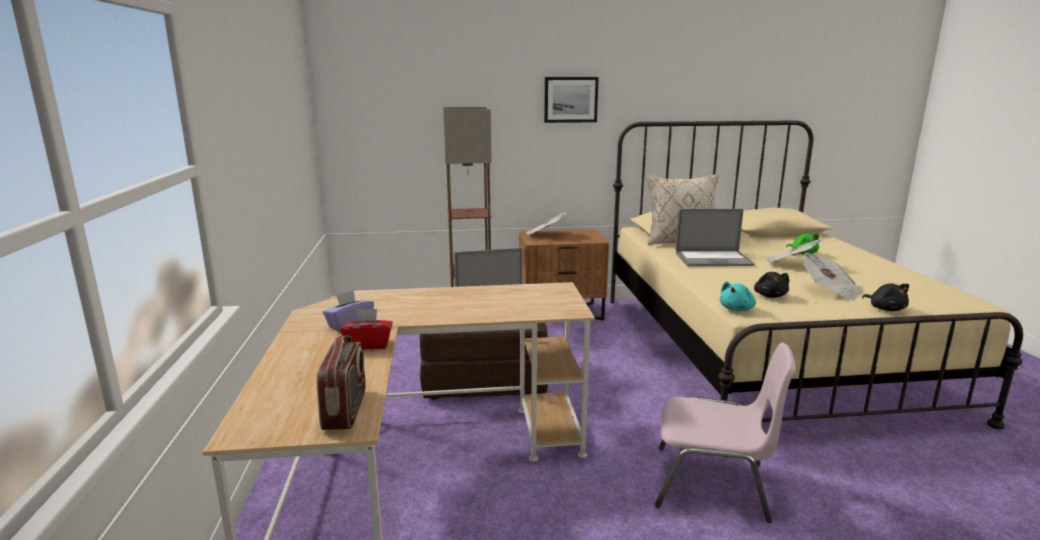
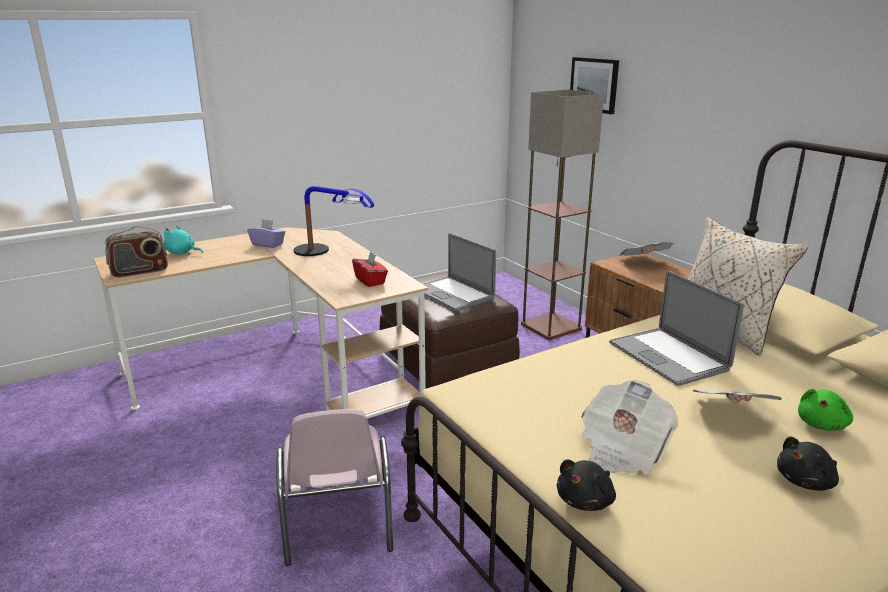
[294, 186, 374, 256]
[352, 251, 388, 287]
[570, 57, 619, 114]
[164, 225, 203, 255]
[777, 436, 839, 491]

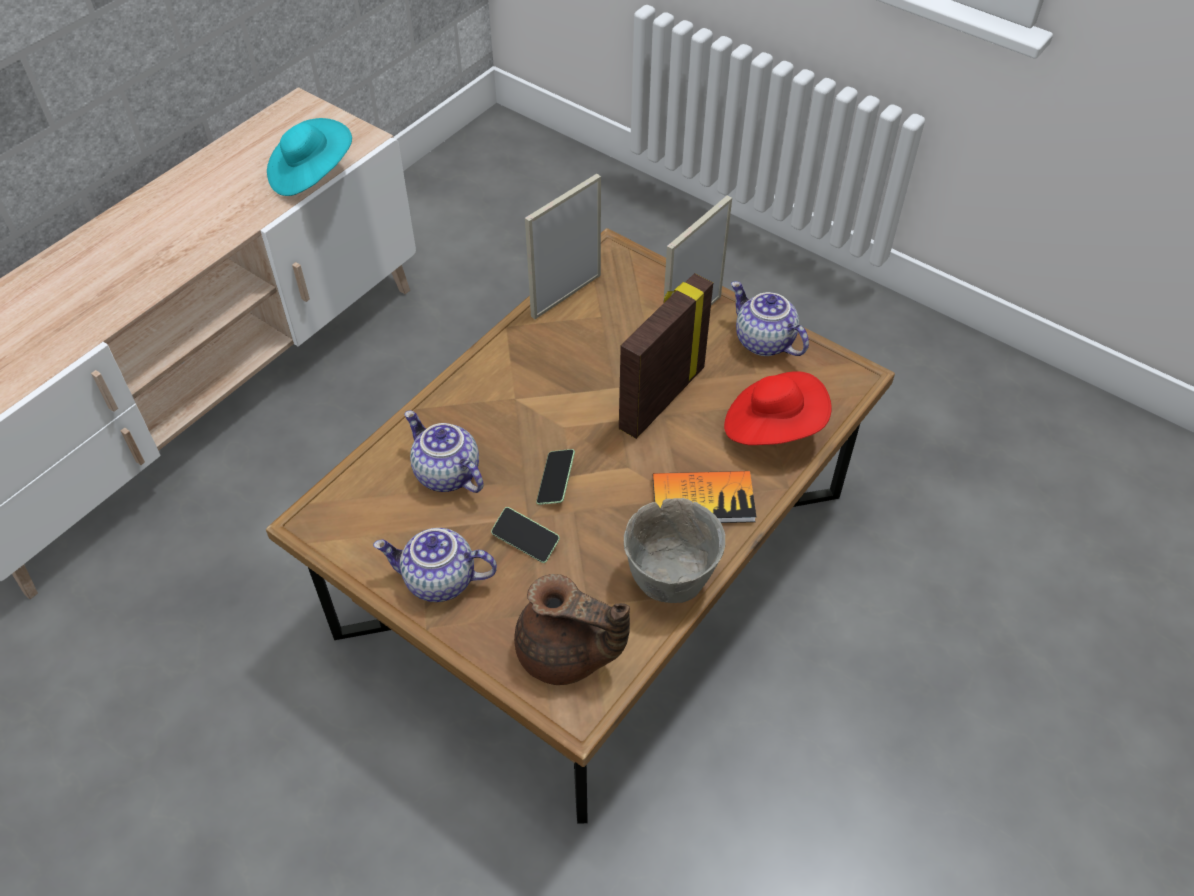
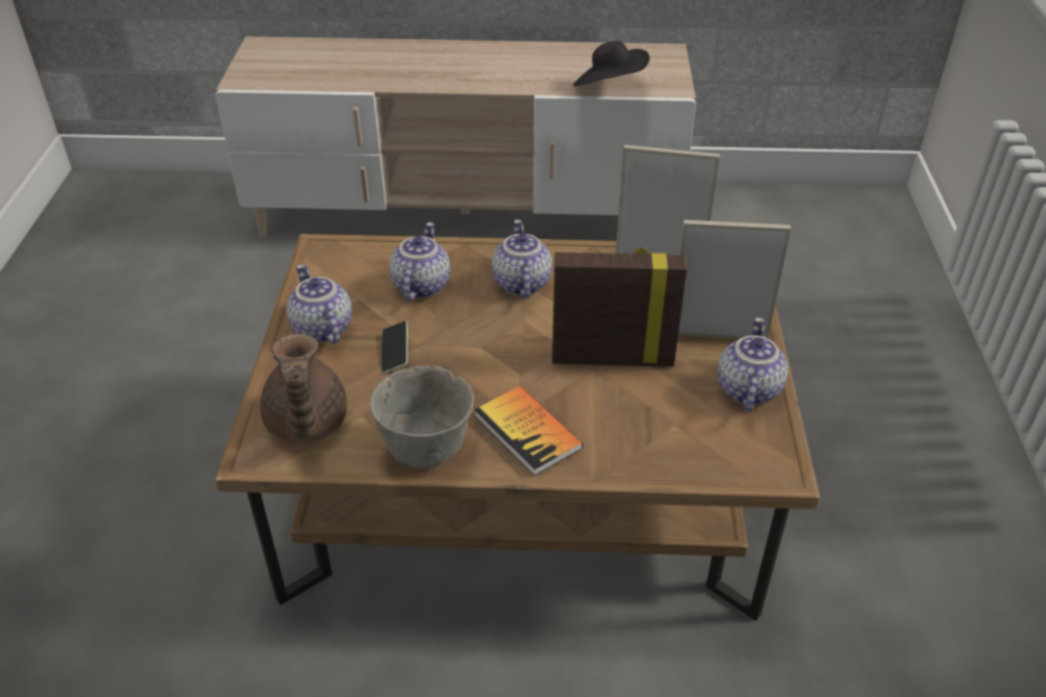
[536, 449, 575, 505] (first image)
[724, 371, 832, 445] (first image)
[492, 220, 552, 299]
[573, 41, 650, 86]

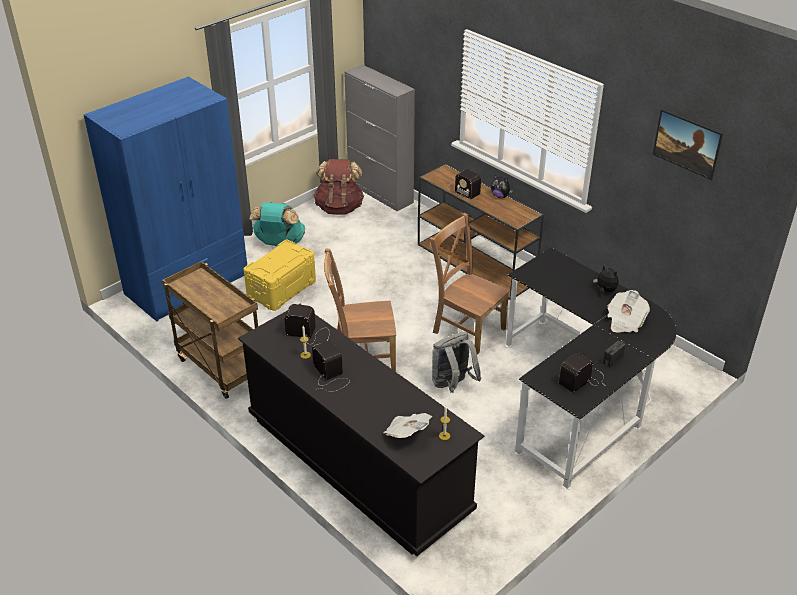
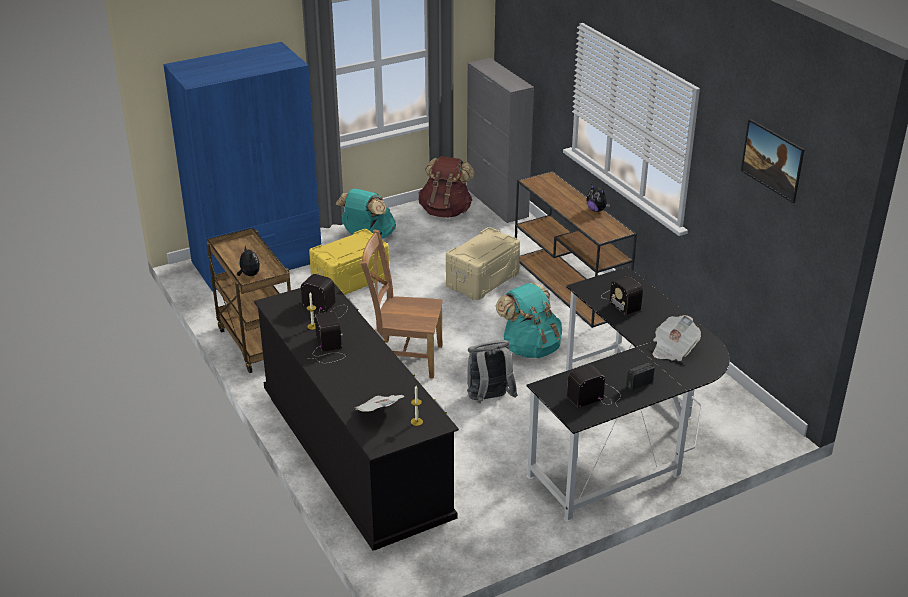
[446, 227, 520, 300]
[601, 276, 643, 315]
[237, 245, 260, 276]
[496, 283, 562, 358]

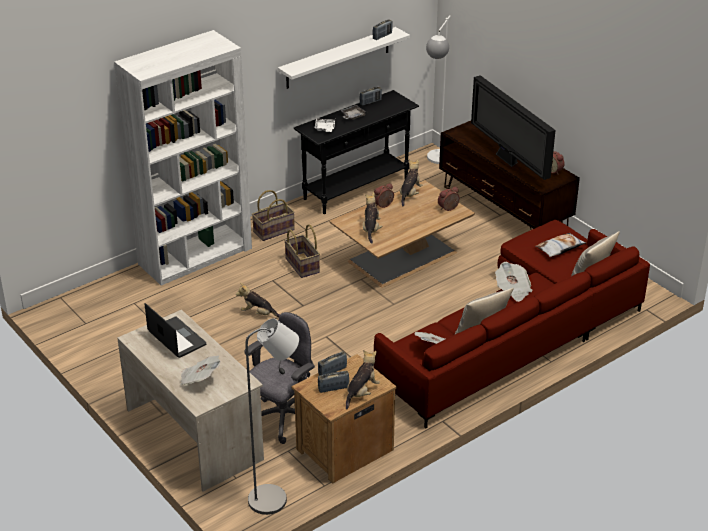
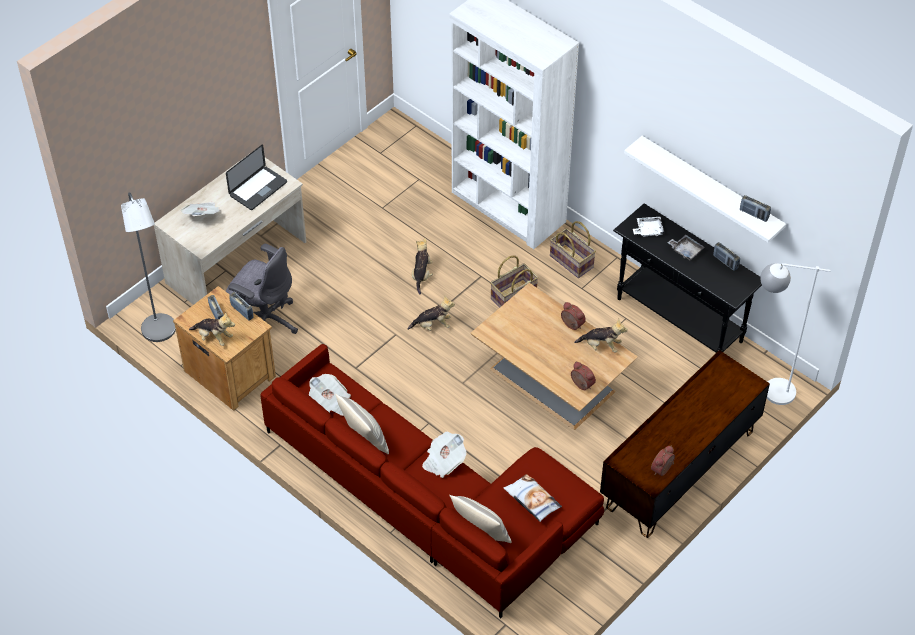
[471, 75, 556, 180] (first image)
[408, 296, 455, 331]

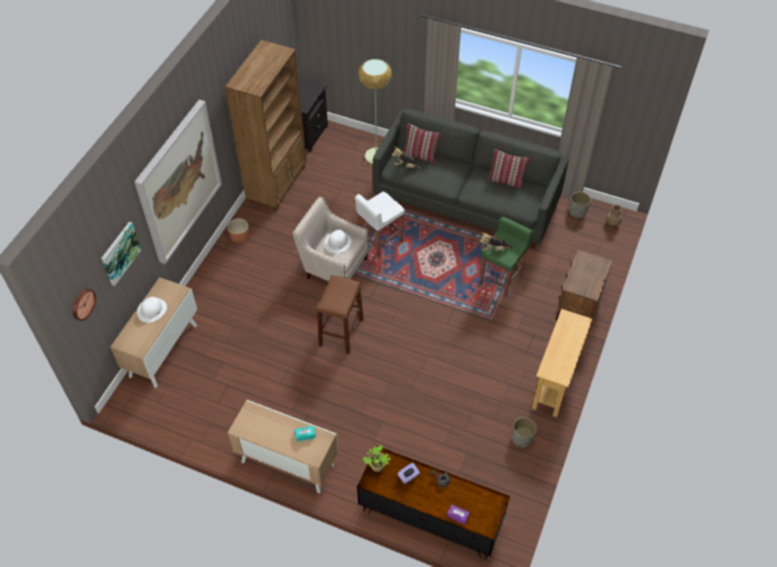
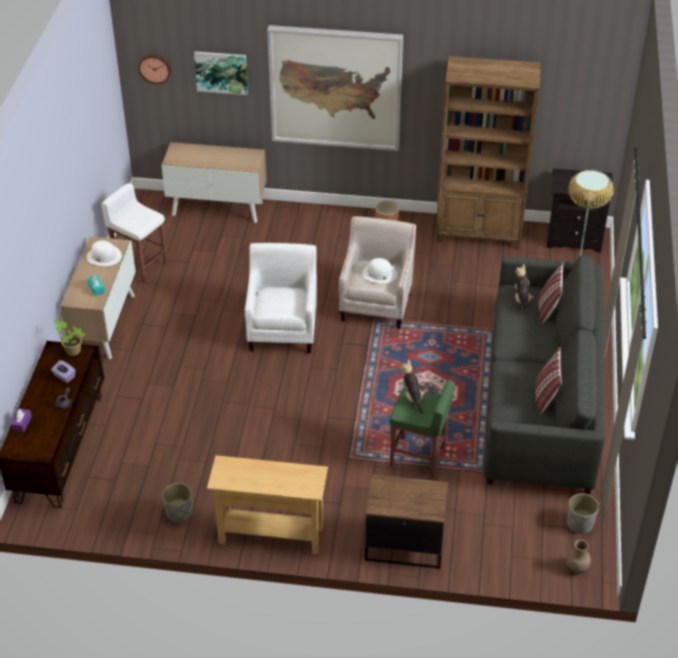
[86, 241, 122, 266]
[101, 183, 167, 283]
[245, 243, 317, 354]

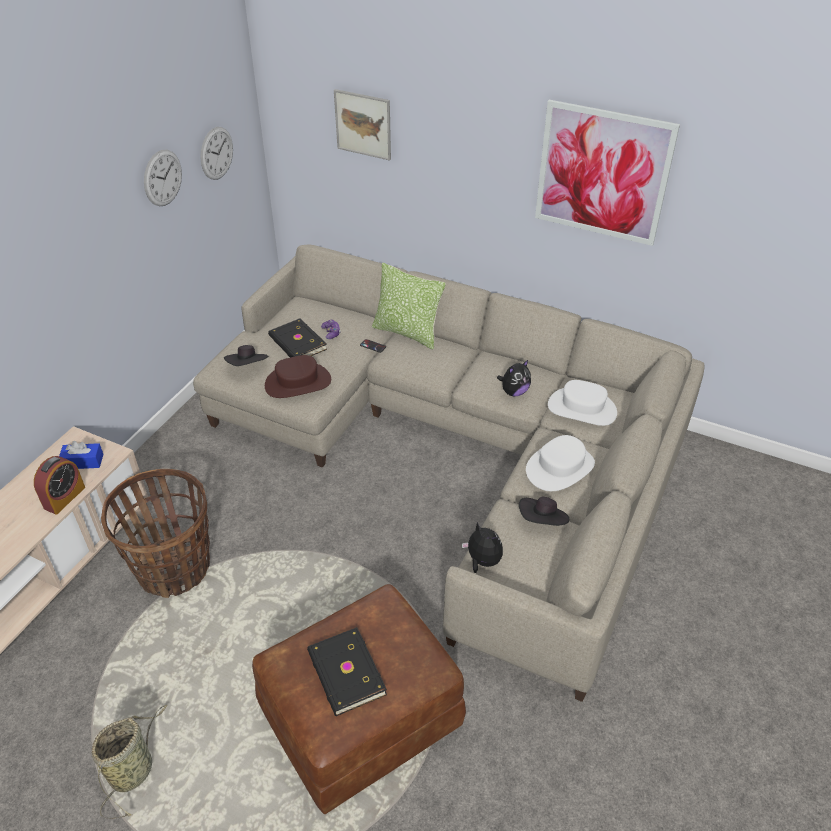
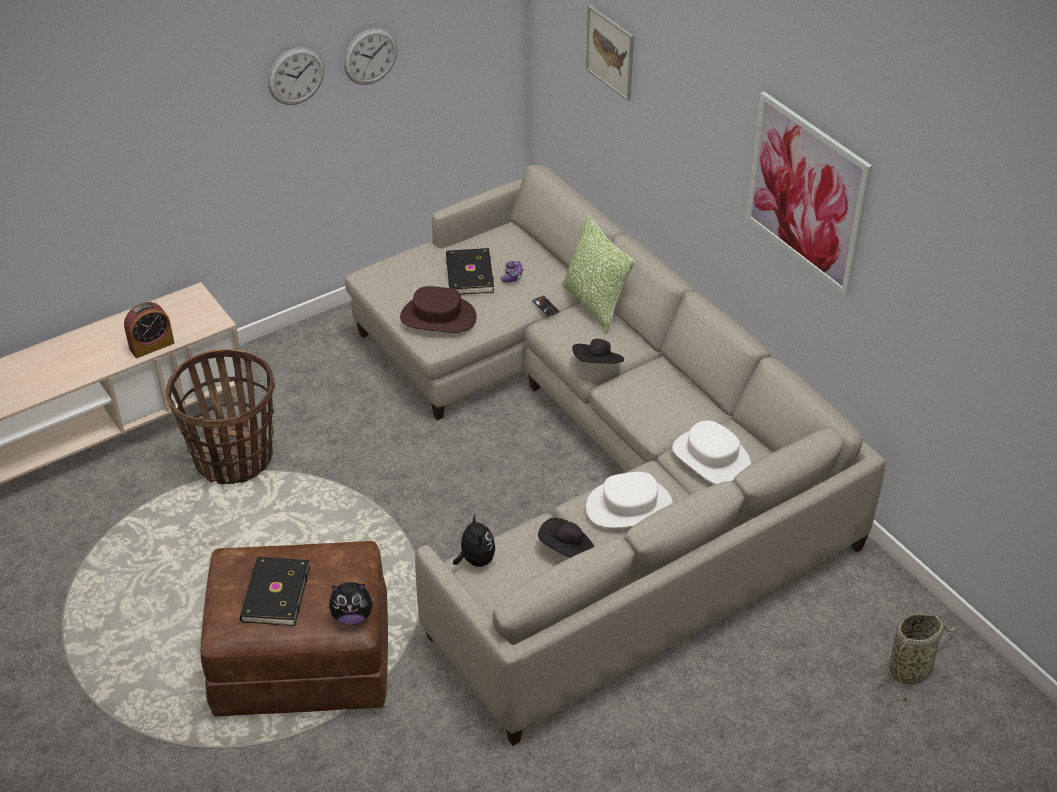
[59, 441, 103, 469] (first image)
[877, 613, 956, 702]
[268, 47, 324, 105]
[572, 339, 624, 364]
[329, 582, 376, 625]

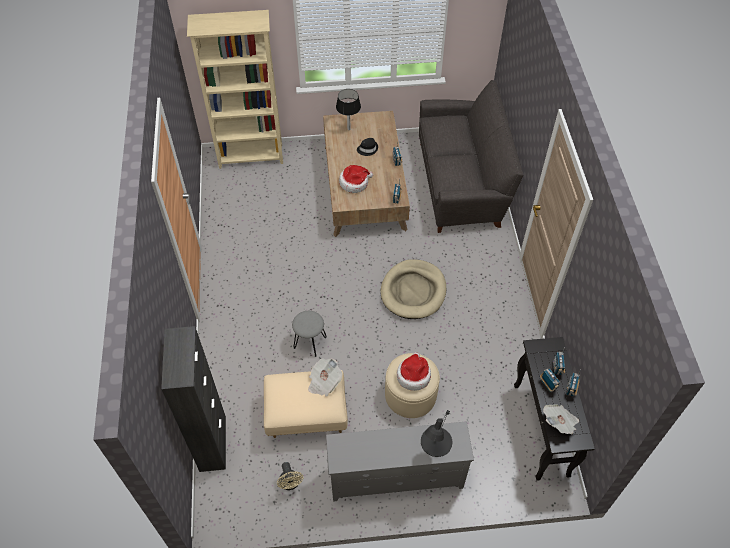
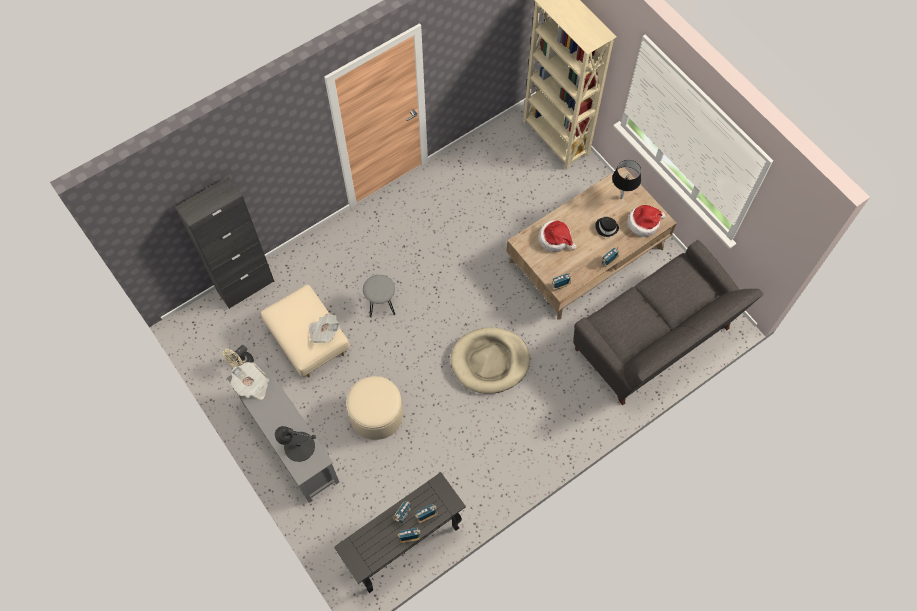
[627, 205, 666, 237]
[231, 362, 269, 400]

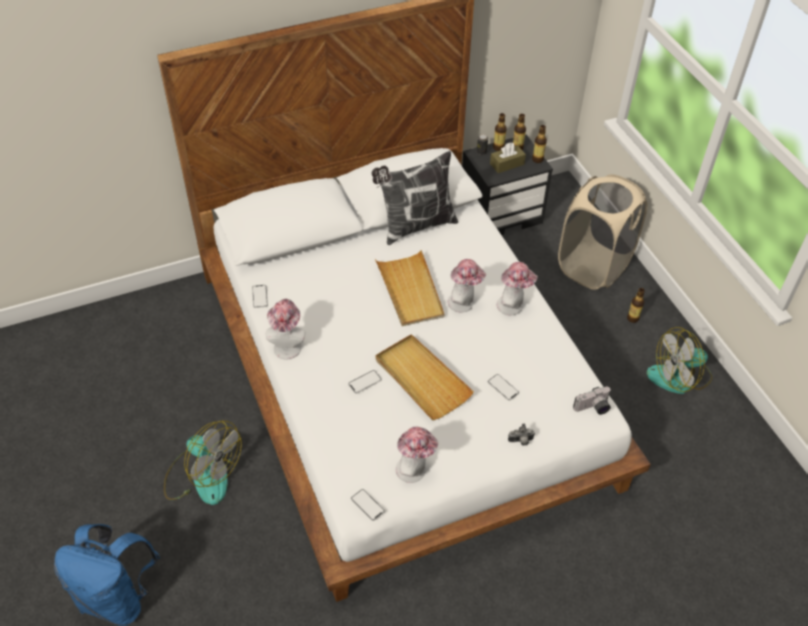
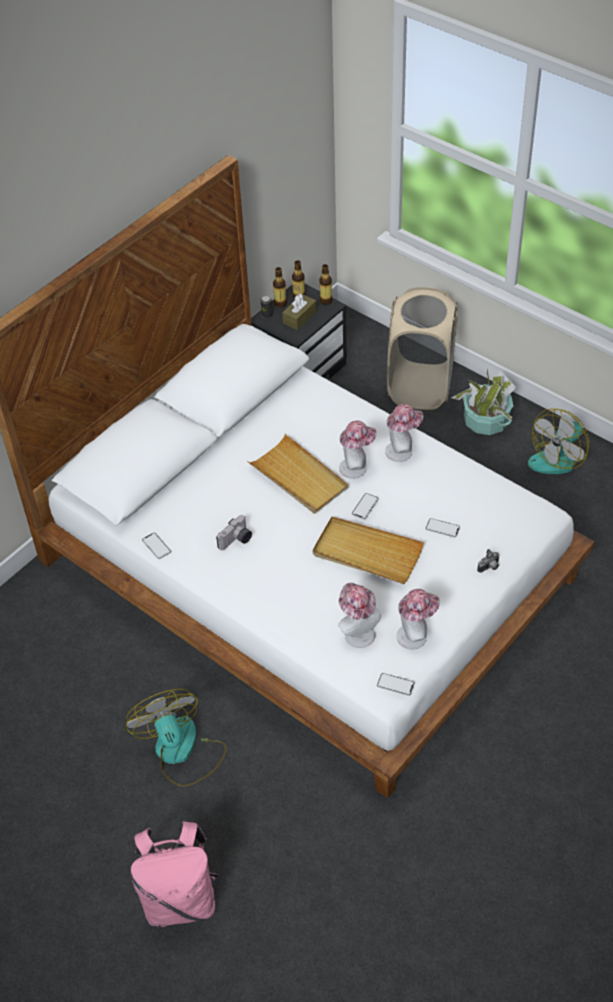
[372, 151, 458, 245] (first image)
[338, 583, 381, 648]
[352, 493, 379, 519]
[216, 515, 252, 550]
[451, 370, 516, 435]
[131, 821, 218, 927]
[125, 689, 227, 787]

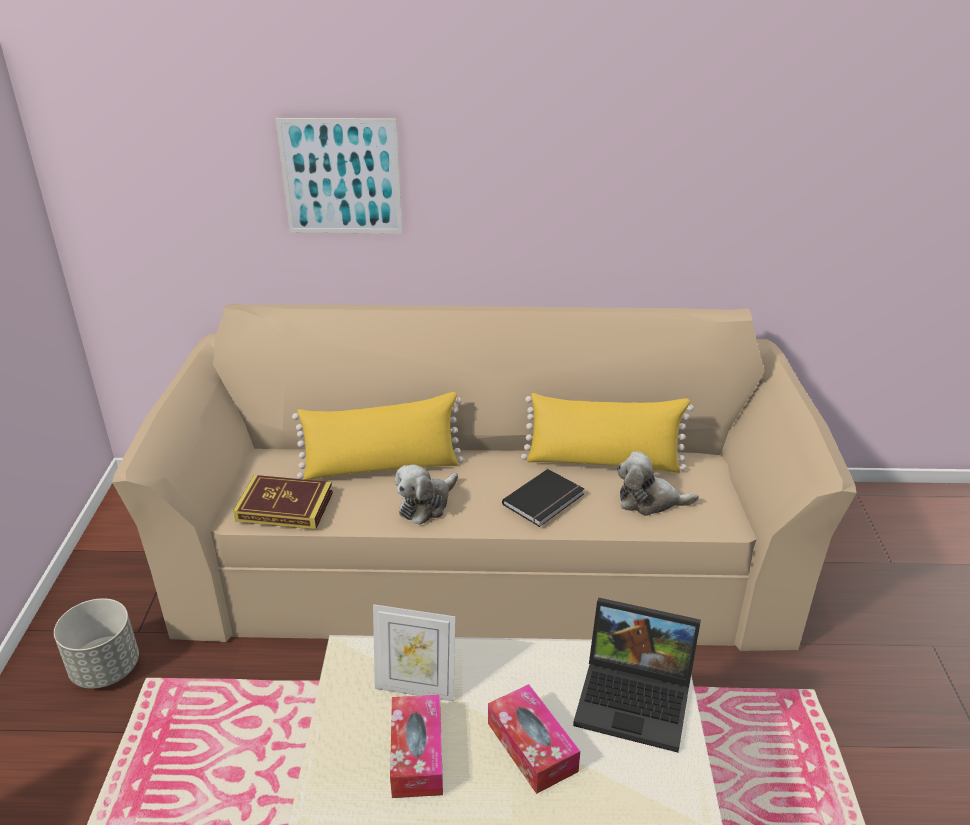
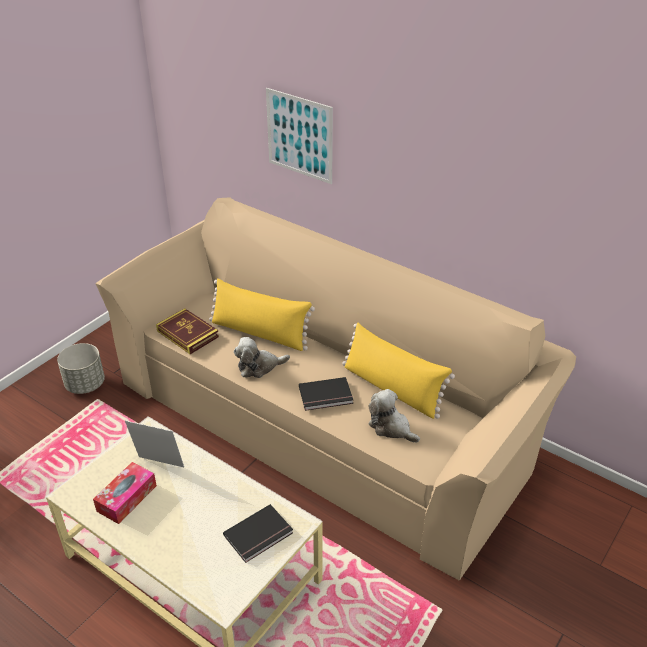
[488, 684, 580, 794] (first image)
[223, 504, 293, 563]
[125, 421, 184, 467]

